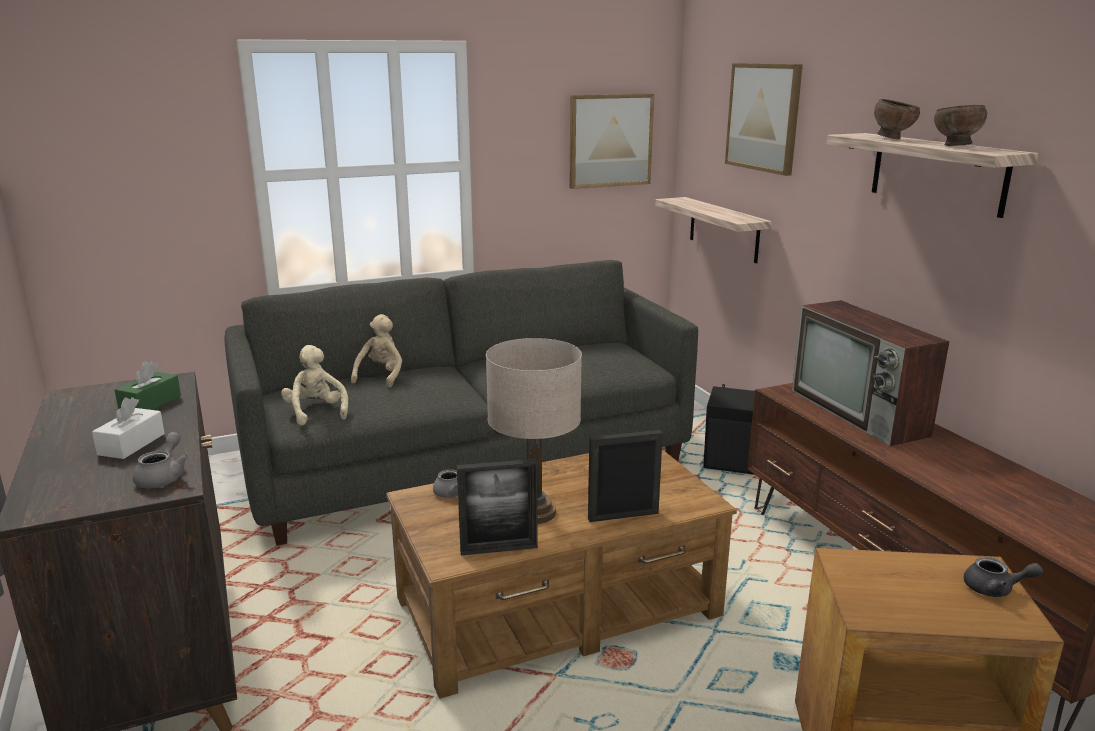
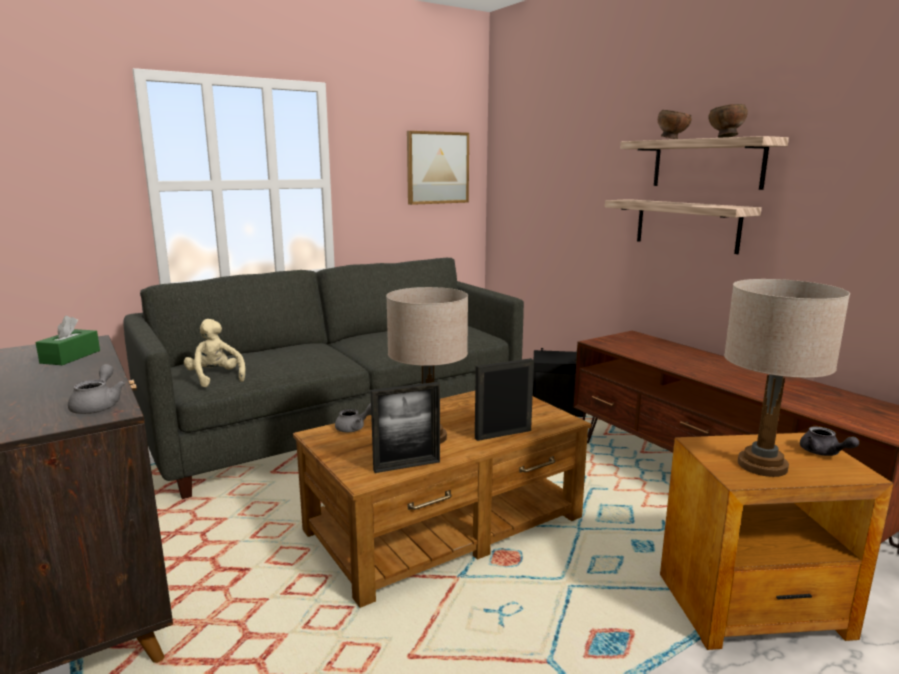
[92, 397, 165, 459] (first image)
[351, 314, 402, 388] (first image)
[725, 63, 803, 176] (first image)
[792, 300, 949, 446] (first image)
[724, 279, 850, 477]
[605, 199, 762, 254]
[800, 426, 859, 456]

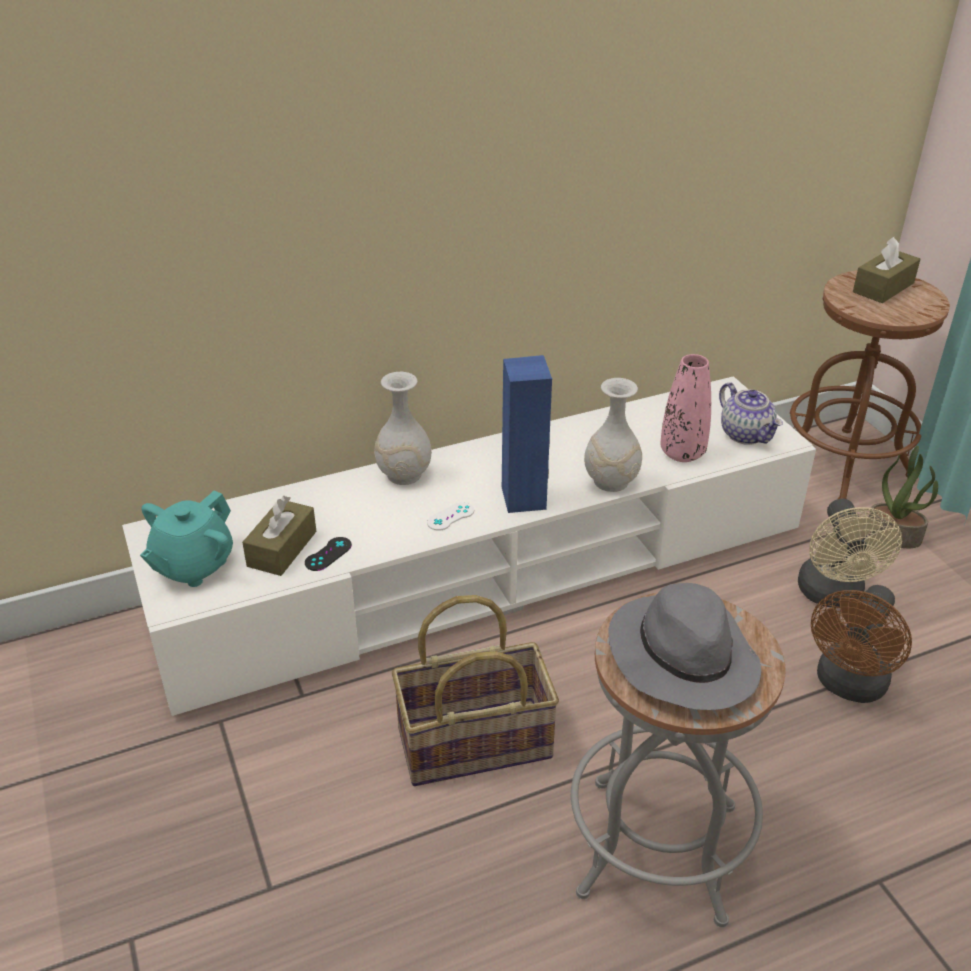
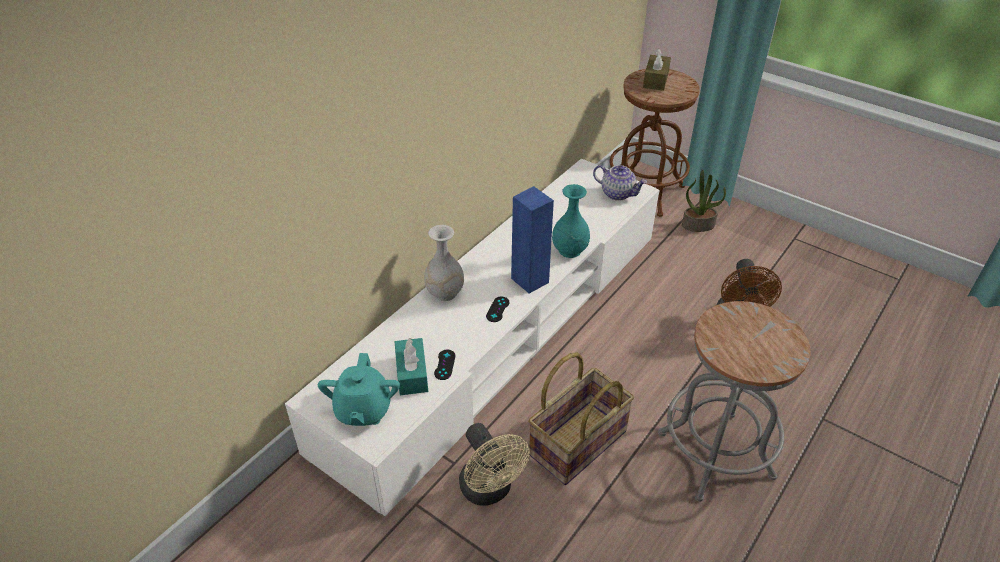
[608, 583, 761, 710] (first image)
[660, 354, 711, 462] (first image)
[459, 423, 530, 506]
[395, 337, 428, 395]
[486, 296, 509, 322]
[552, 184, 590, 258]

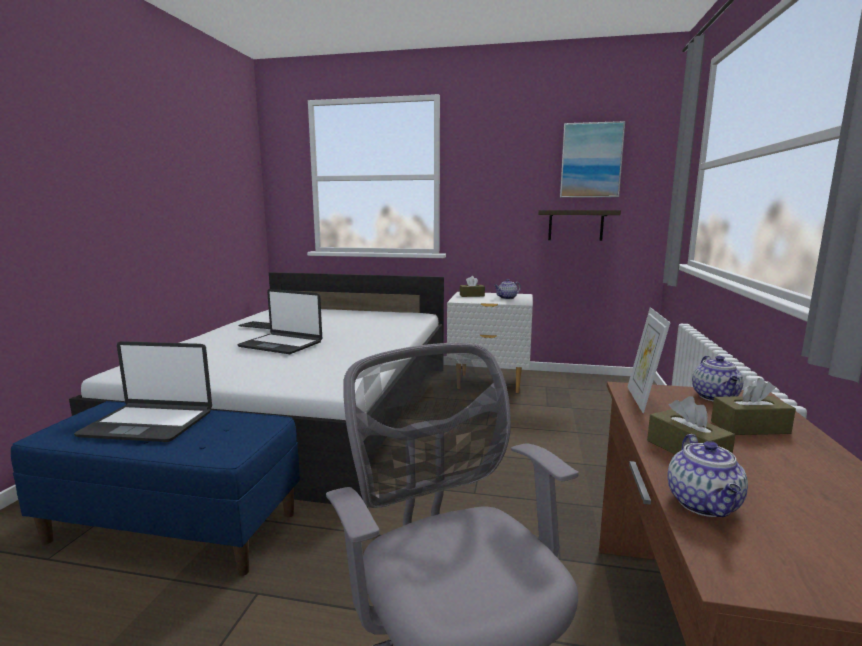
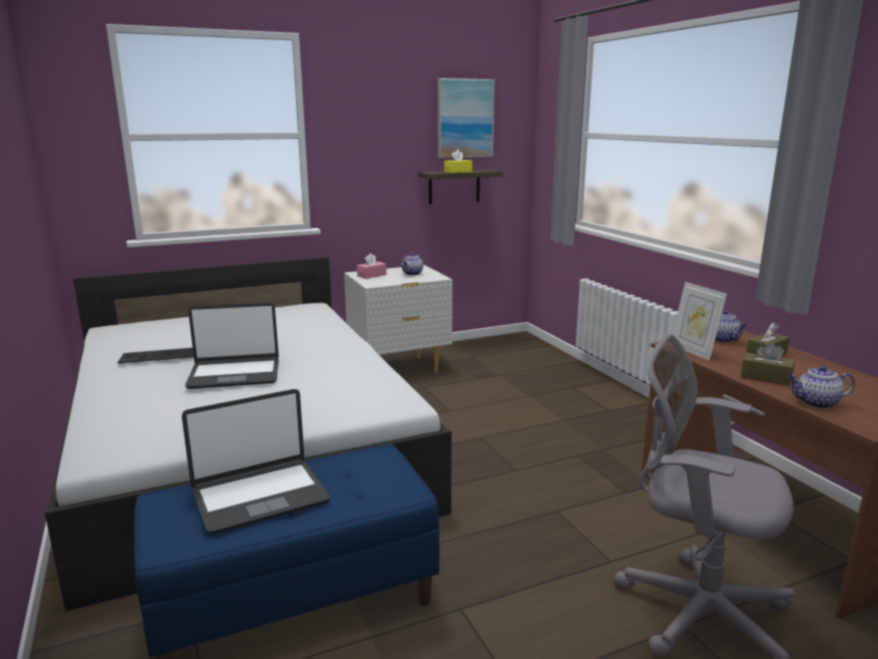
[444, 150, 472, 173]
[357, 253, 387, 279]
[788, 365, 855, 409]

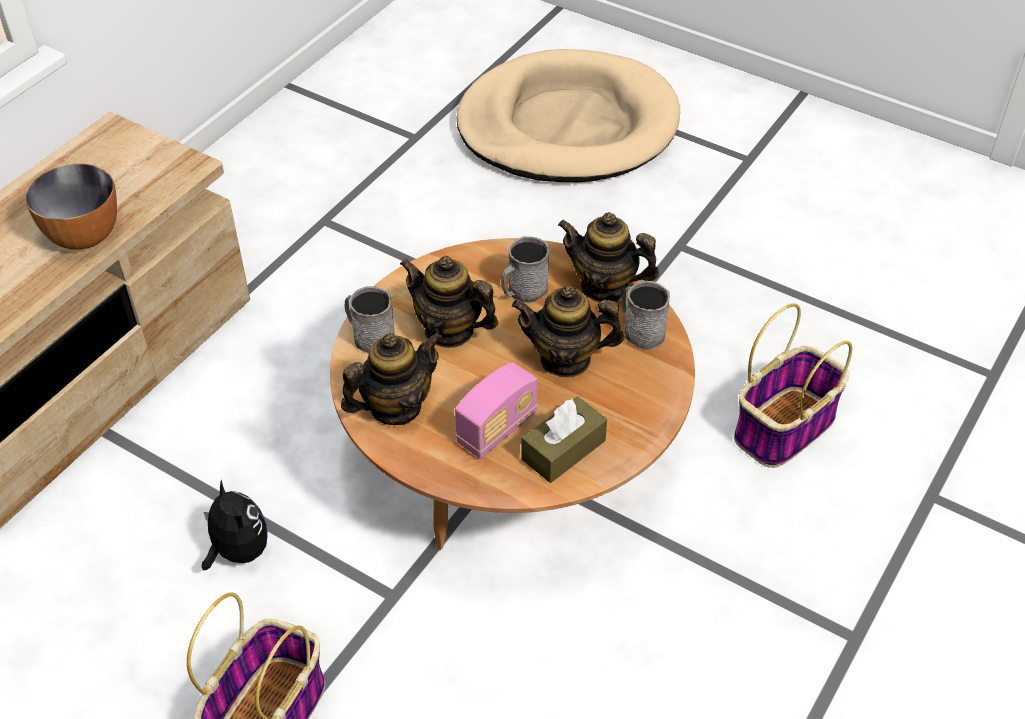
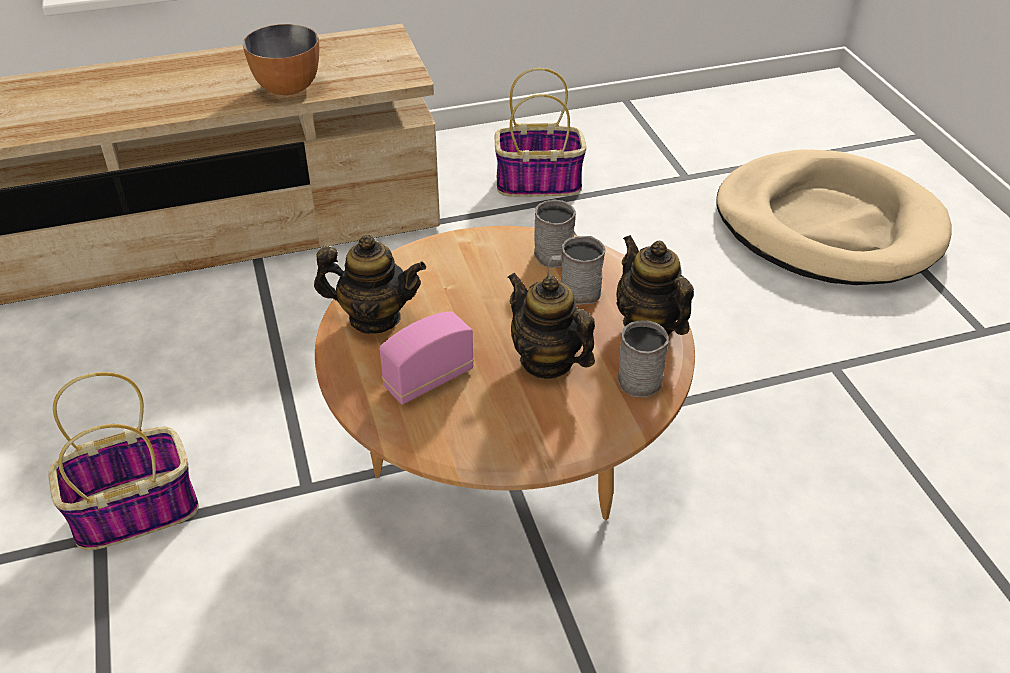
[202, 480, 268, 570] (first image)
[400, 256, 498, 348] (first image)
[521, 396, 607, 483] (first image)
[534, 199, 576, 268]
[495, 68, 587, 197]
[379, 311, 474, 405]

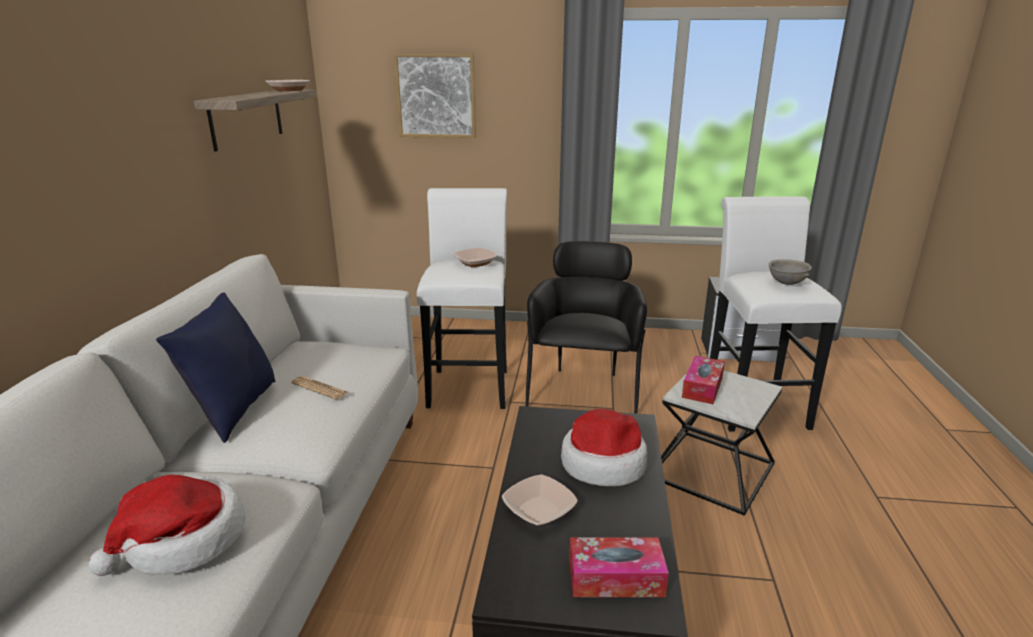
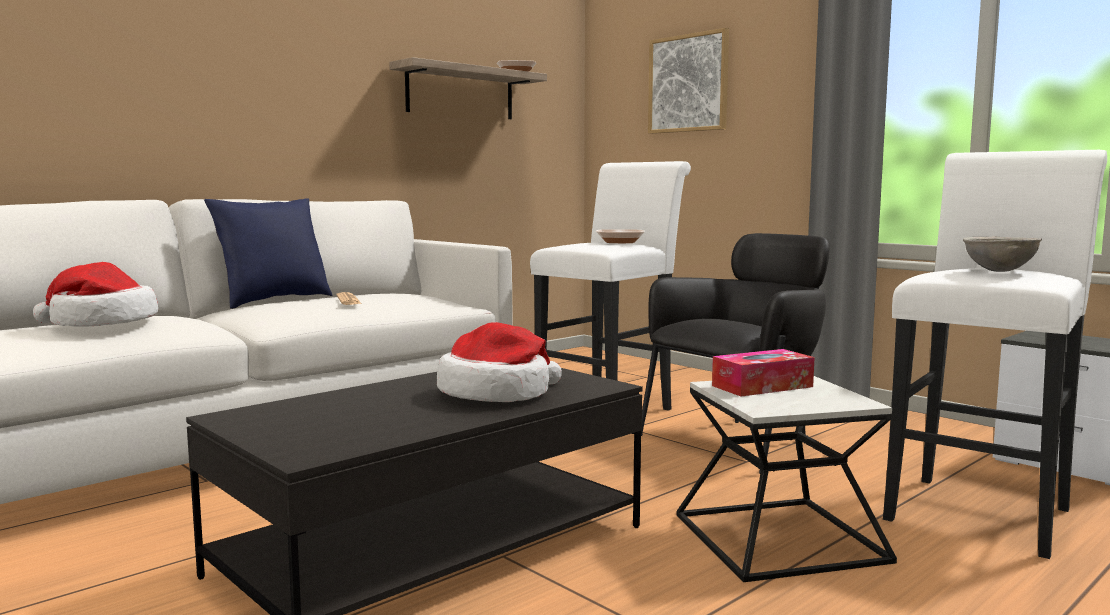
[502, 474, 578, 525] (first image)
[569, 537, 669, 597] (first image)

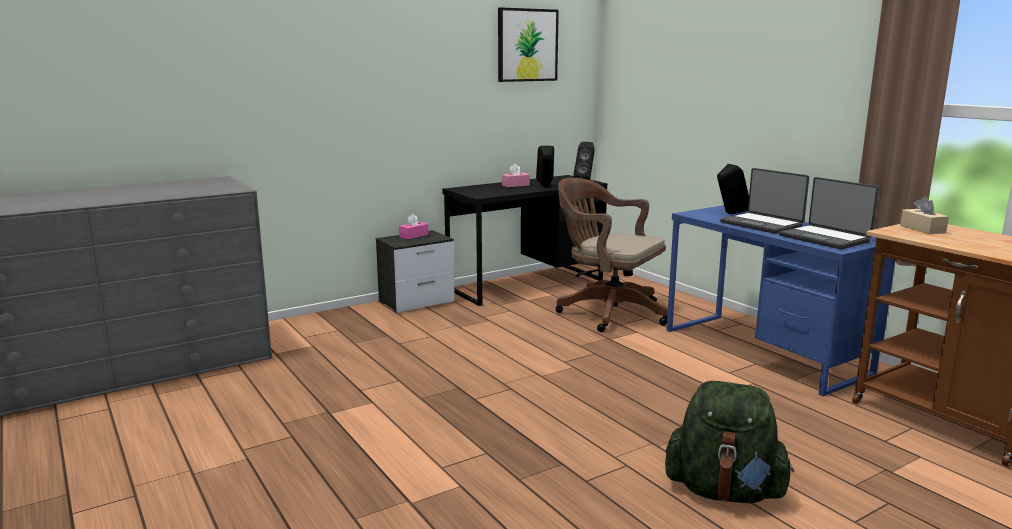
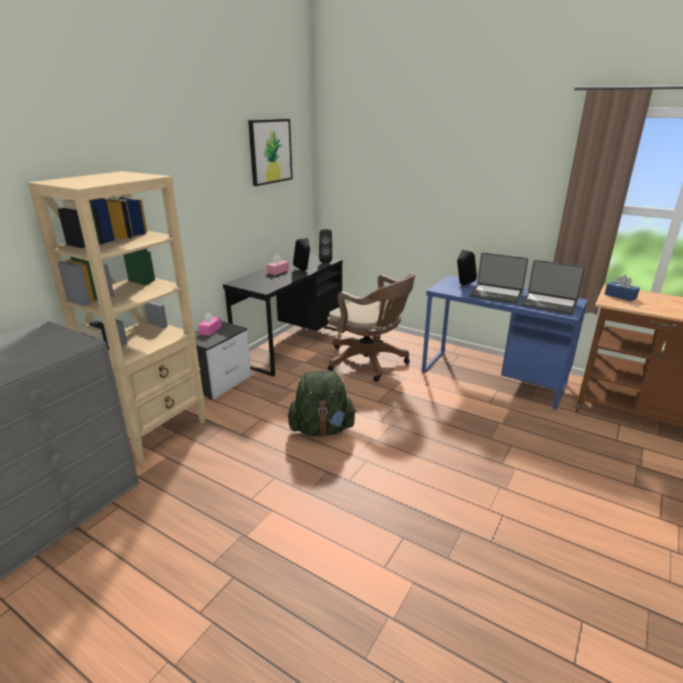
[27, 171, 206, 464]
[288, 371, 357, 437]
[605, 275, 640, 301]
[328, 274, 415, 382]

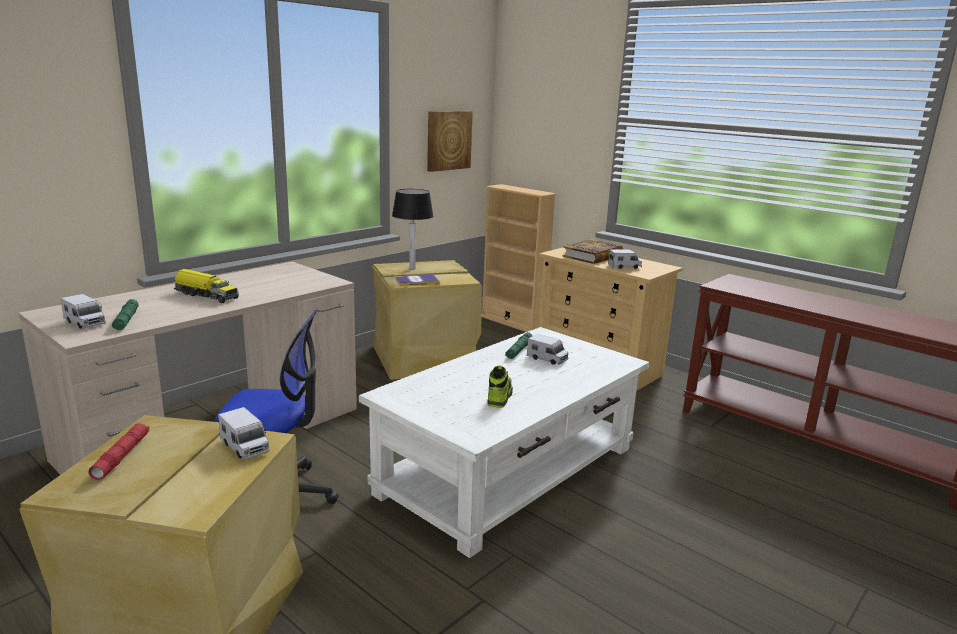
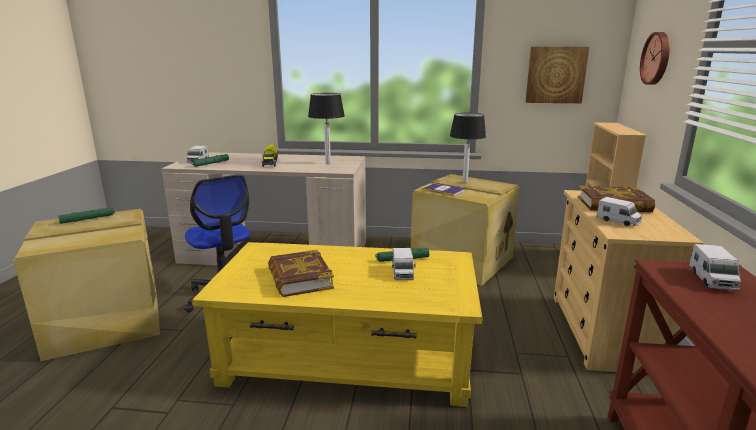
[308, 93, 345, 164]
[640, 32, 670, 85]
[689, 244, 742, 291]
[268, 250, 334, 297]
[58, 207, 115, 224]
[192, 242, 482, 407]

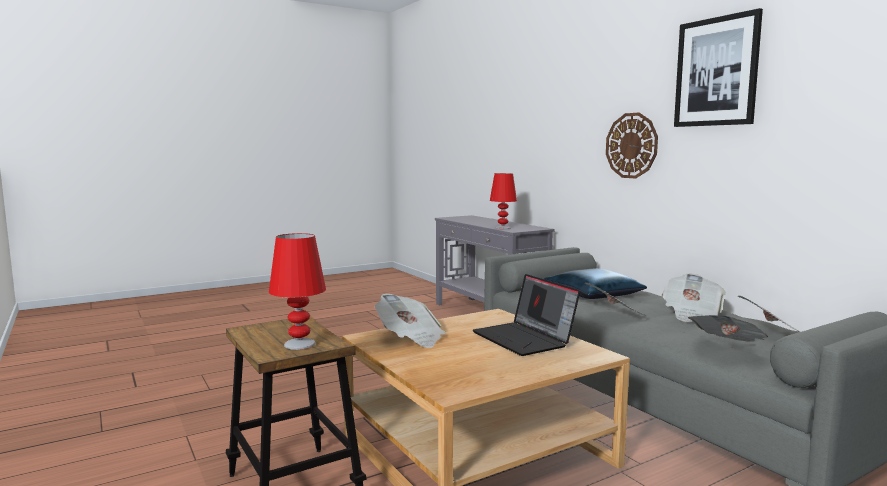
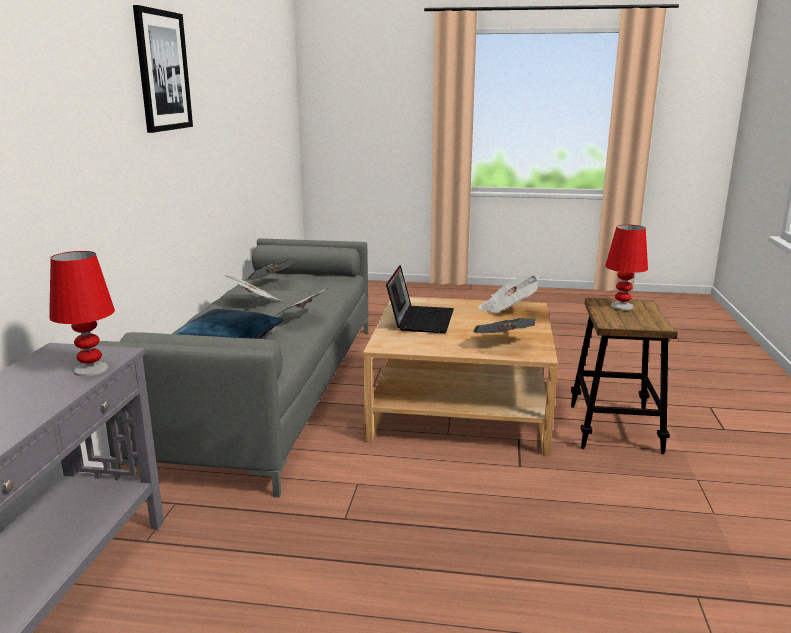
[606, 113, 658, 178] (first image)
[478, 275, 540, 314]

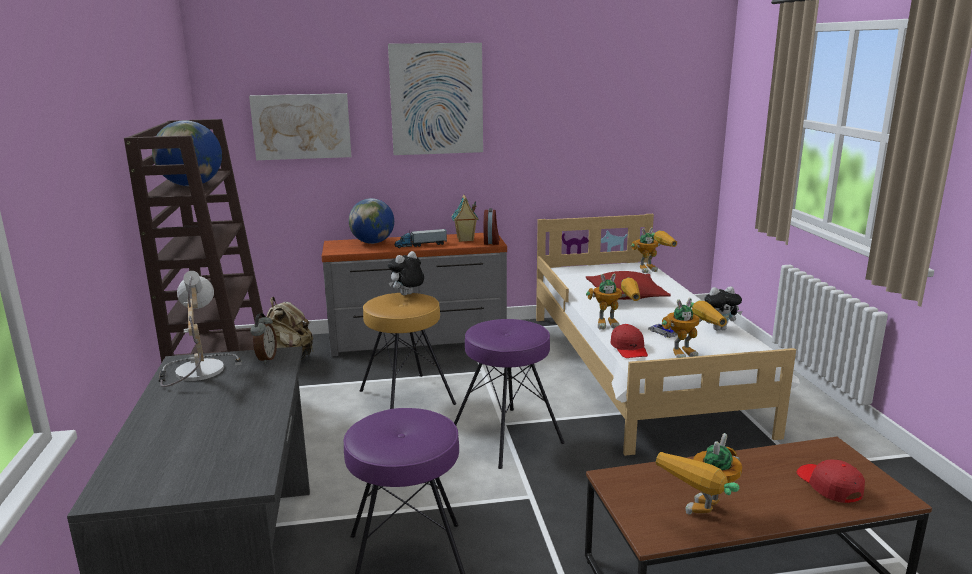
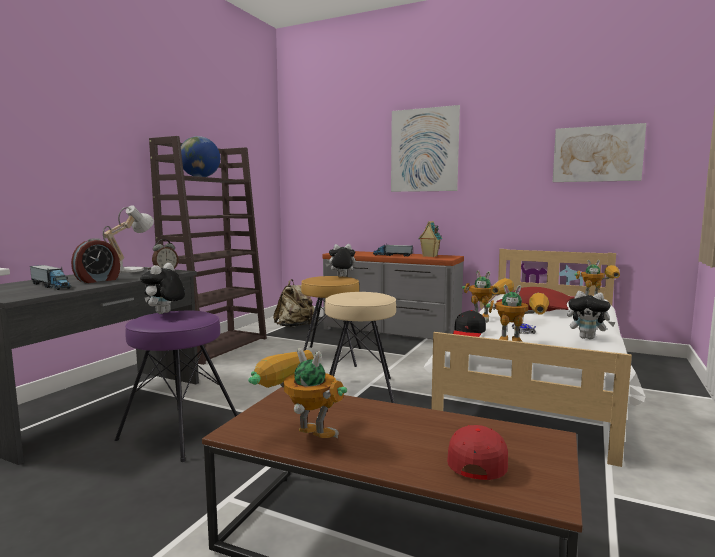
[349, 198, 394, 244] (first image)
[30, 265, 72, 290]
[140, 263, 185, 314]
[553, 123, 646, 182]
[71, 238, 120, 283]
[325, 292, 396, 403]
[453, 310, 486, 337]
[248, 348, 347, 438]

